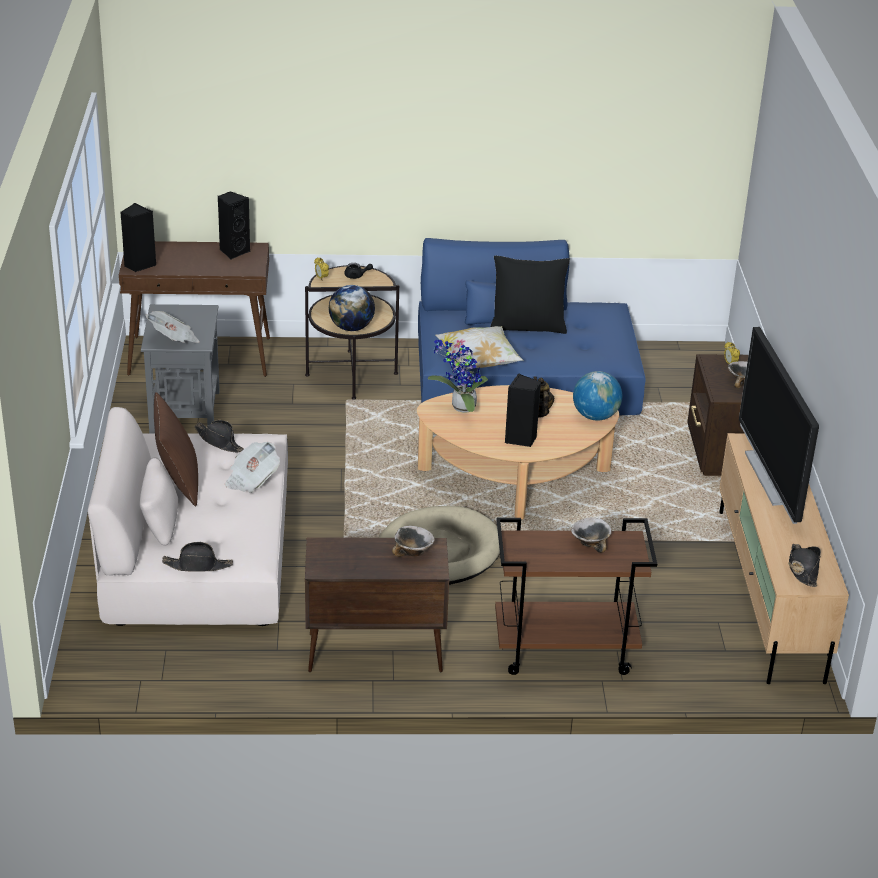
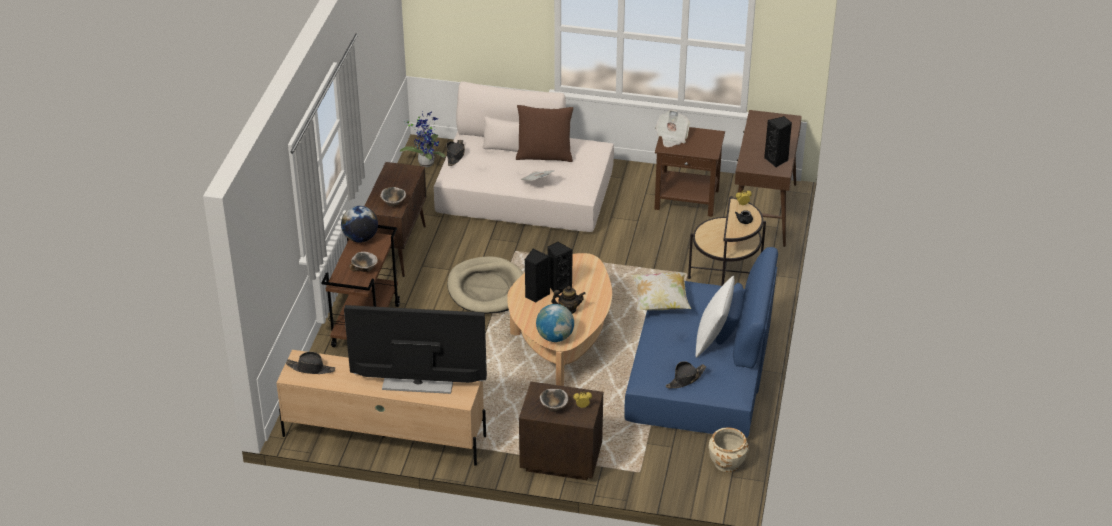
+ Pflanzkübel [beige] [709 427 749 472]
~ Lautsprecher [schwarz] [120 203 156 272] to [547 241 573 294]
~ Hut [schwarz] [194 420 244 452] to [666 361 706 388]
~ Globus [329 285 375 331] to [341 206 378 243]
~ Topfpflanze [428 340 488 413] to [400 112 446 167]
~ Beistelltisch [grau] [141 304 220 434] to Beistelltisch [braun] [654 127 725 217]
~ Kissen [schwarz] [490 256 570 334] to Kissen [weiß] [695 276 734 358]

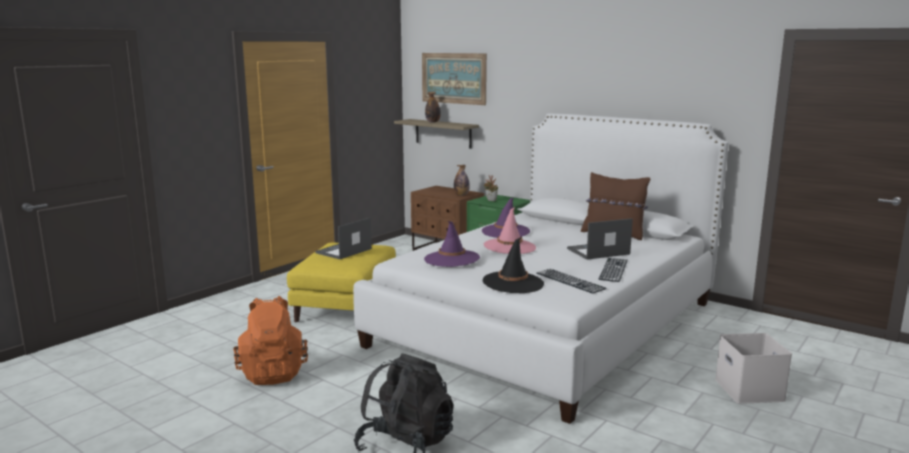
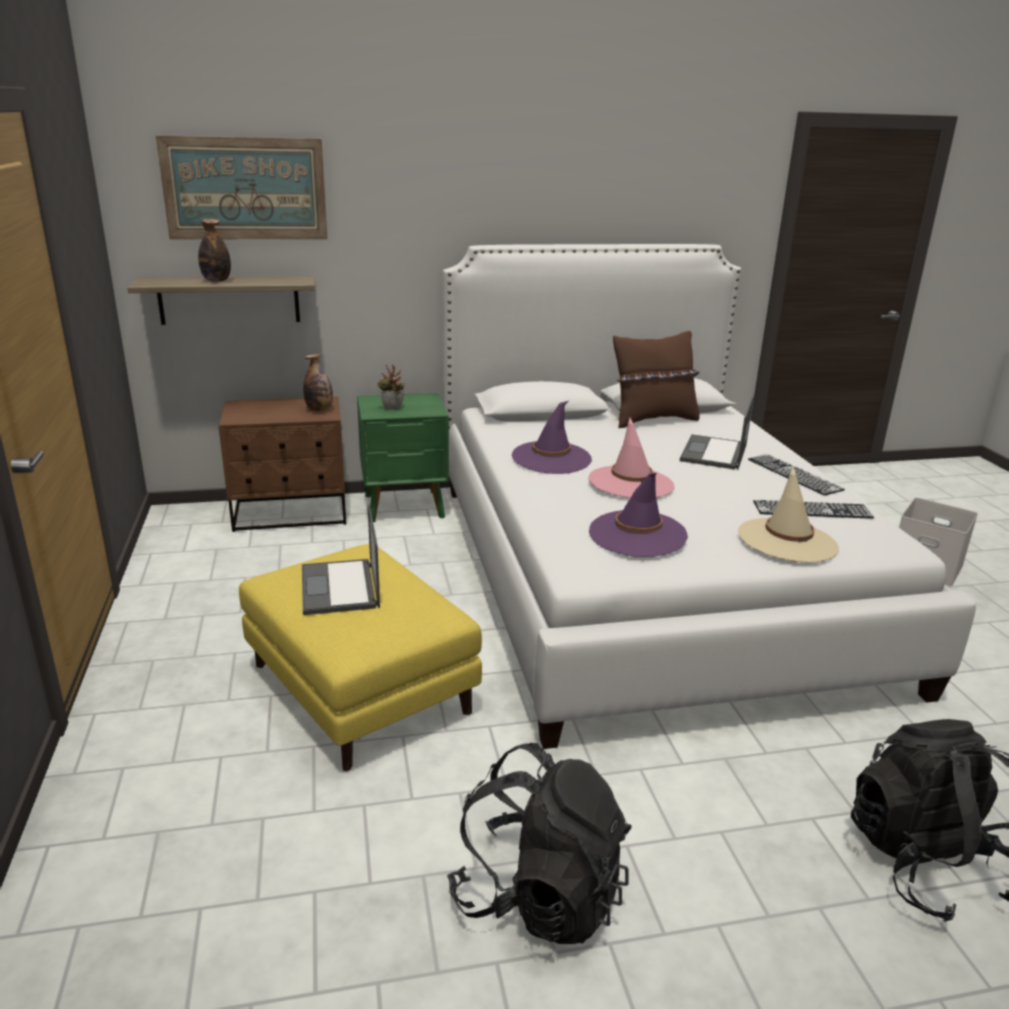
~ Rucksack [orange] [233 296 308 385] to Rucksack [schwarz] [447 743 632 944]
~ Hut [schwarz] [483 237 544 293] to Hut [beige] [738 467 839 563]

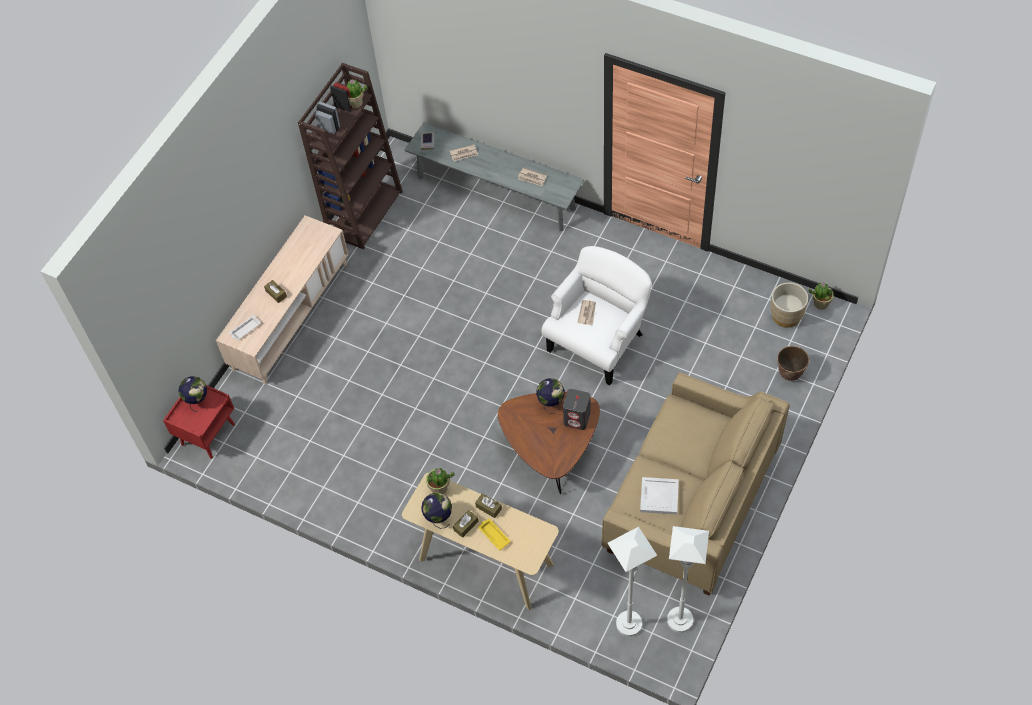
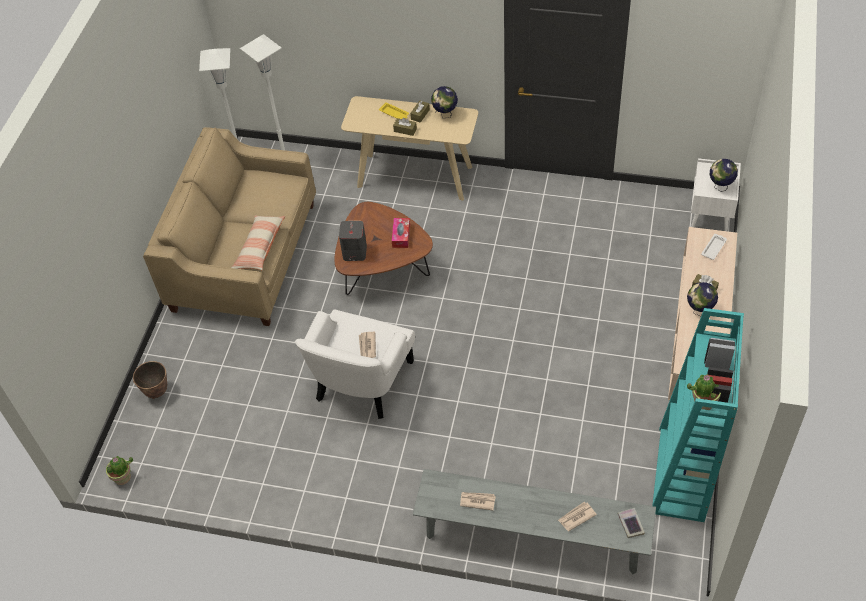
- Topfpflanze [426 468 455 494]
- Tablett [weiß] [640 477 679 515]
- Pflanzkübel [beige] [770 282 808 328]
+ Kissen [231 216 285 270]
+ Taschentuchbox [392 218 410 248]
~ Globus [536 378 565 414] to [687 282 718 316]
~ Nachttisch [rot] [163 385 235 459] to Nachttisch [weiß] [691 158 741 231]
~ Bücherregal [braun] [298 63 403 249] to Bücherregal [türkis] [652 308 744 522]

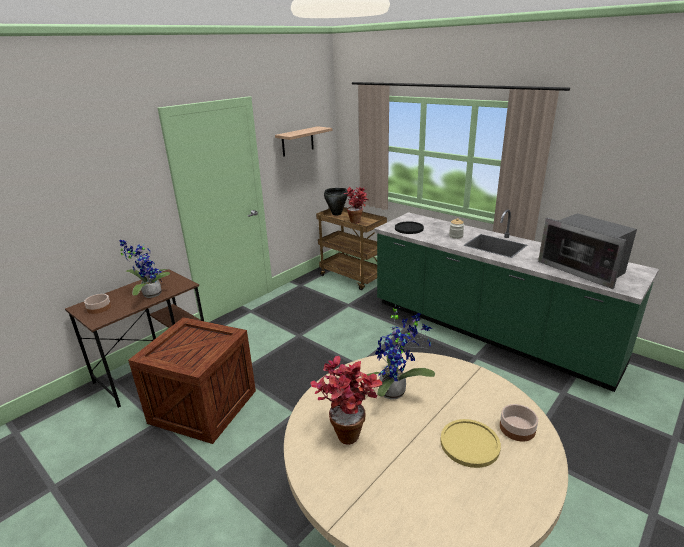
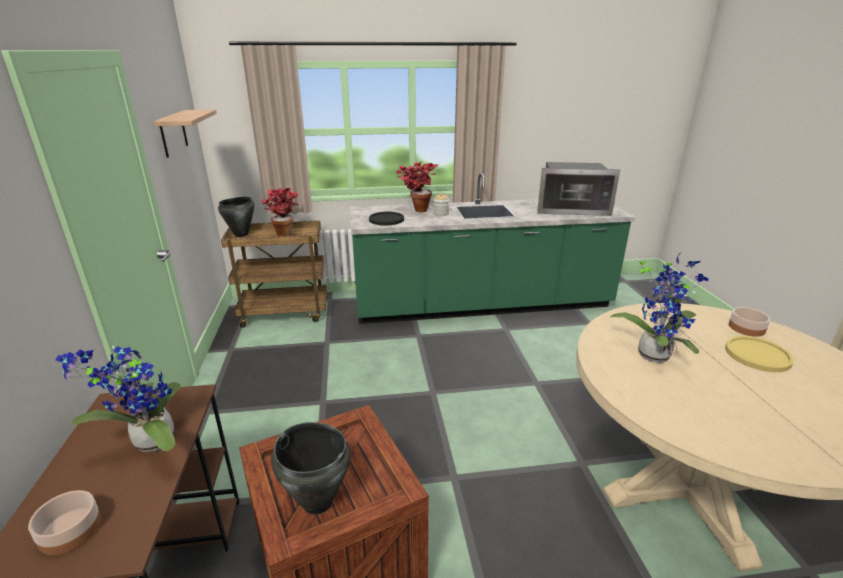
+ Kochtopf [schwarz] [272 422 351 515]
~ Topfpflanze [311 356 382 445] to [396 162 438 212]

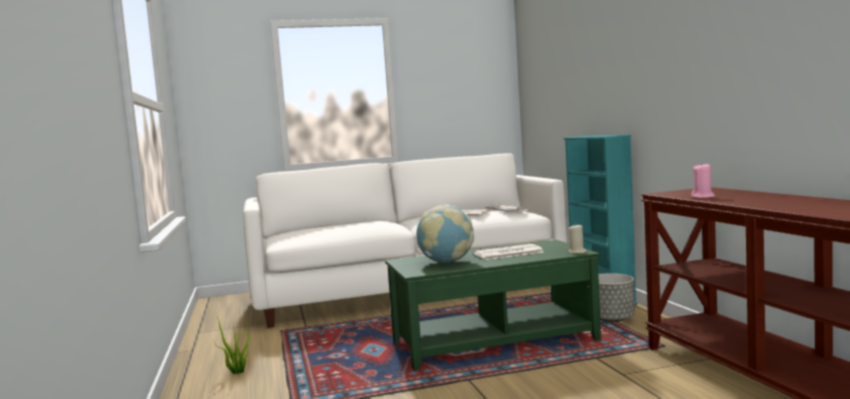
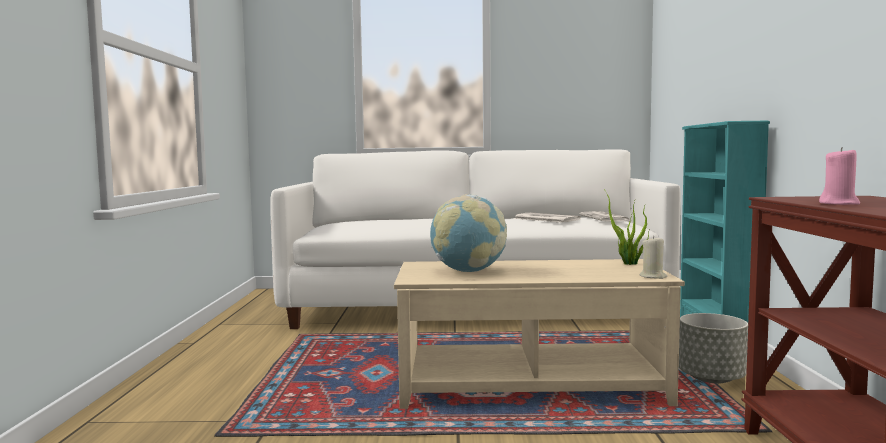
- Zeitung [473 244 543 260]
~ Topfpflanze [213 317 249 374] to [604 189 649 265]
~ Couchtisch [grün] [385 240 601 371] to Couchtisch [beige] [394 259 685 409]

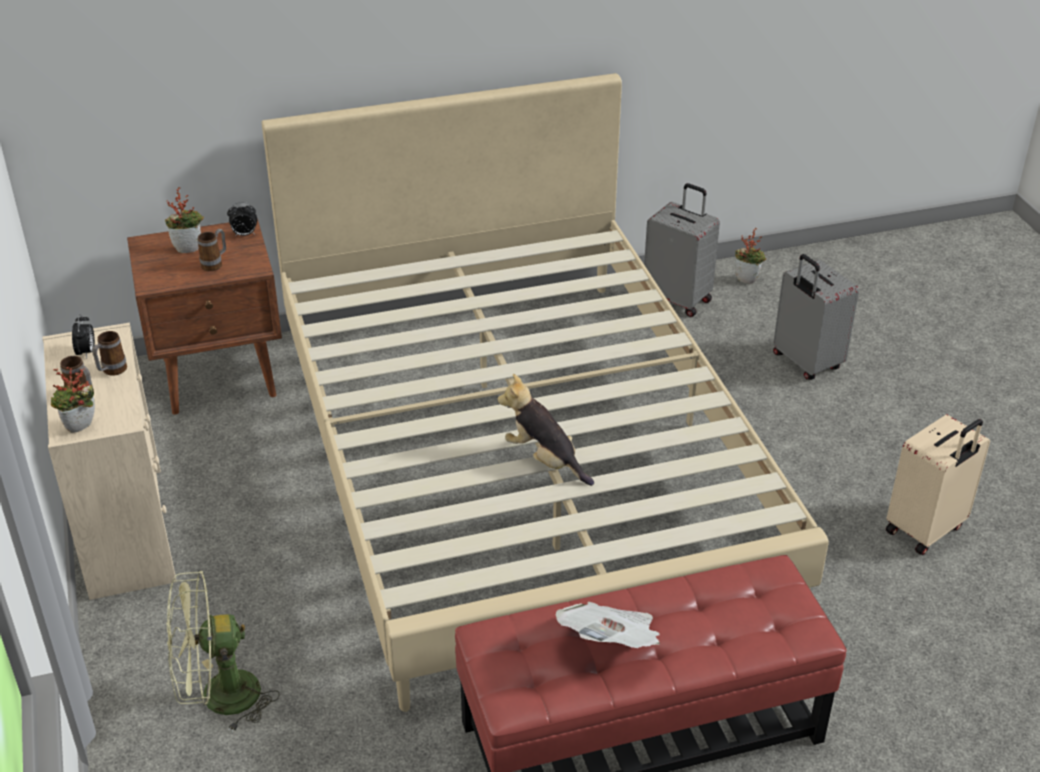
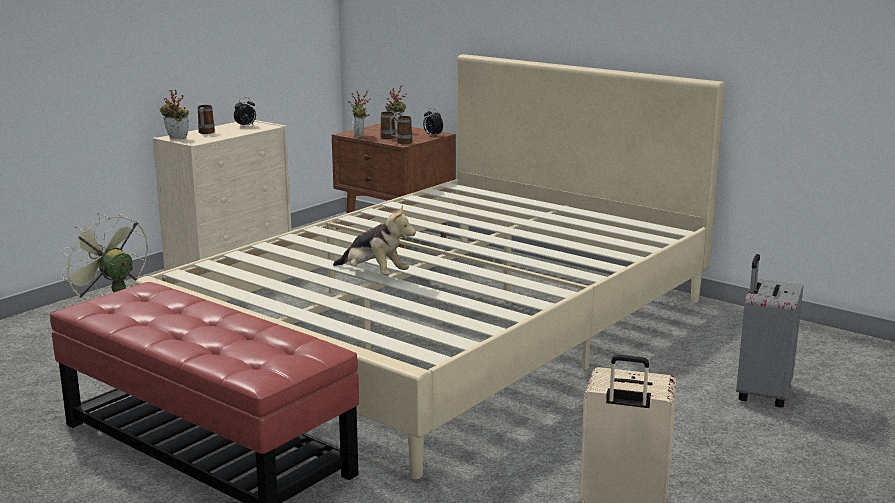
- Zeitung [556 602 660 648]
- Koffer [grau] [644 183 720 317]
~ Henkelbecher [92 331 127 376] to [389 116 412 144]
~ Topfpflanze [735 228 767 284] to [348 90 371 137]
~ Plüschtier [497 374 594 486] = [333 204 416 275] 120 degrees clockwise

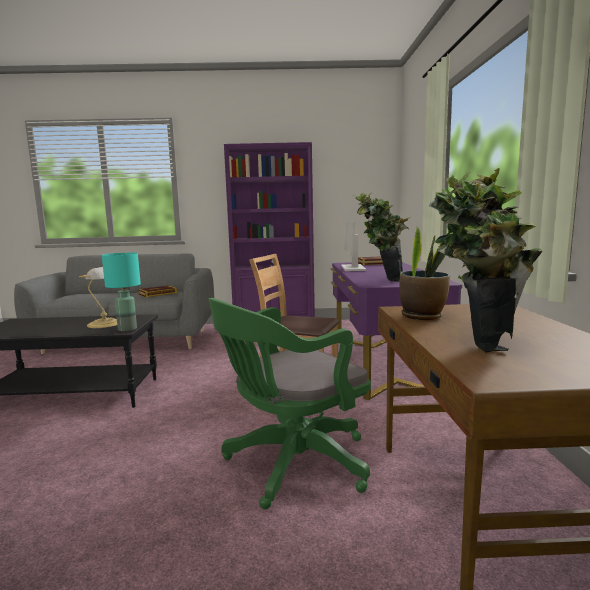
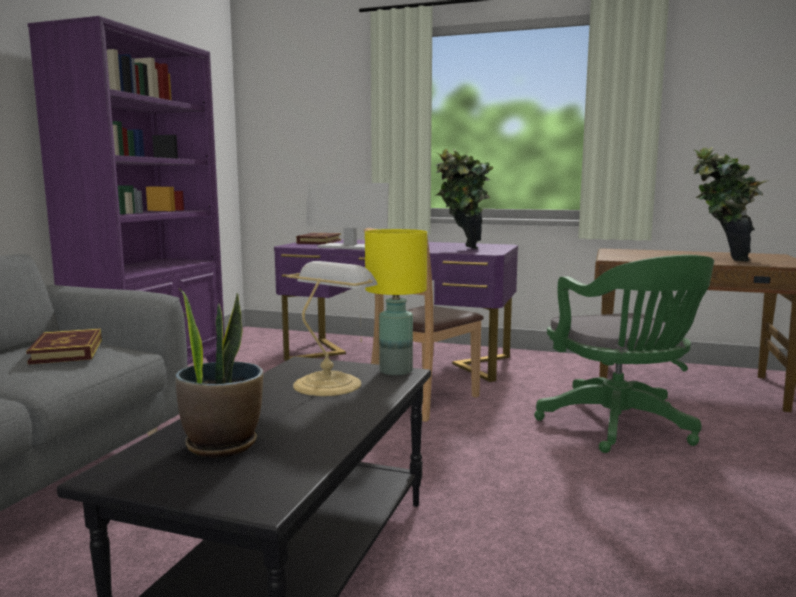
~ Topfpflanze [400 226 450 320] to [176 289 263 458]
~ Tischlampe [türkis] [102 253 141 331] to Tischlampe [gelb] [365 229 427 375]

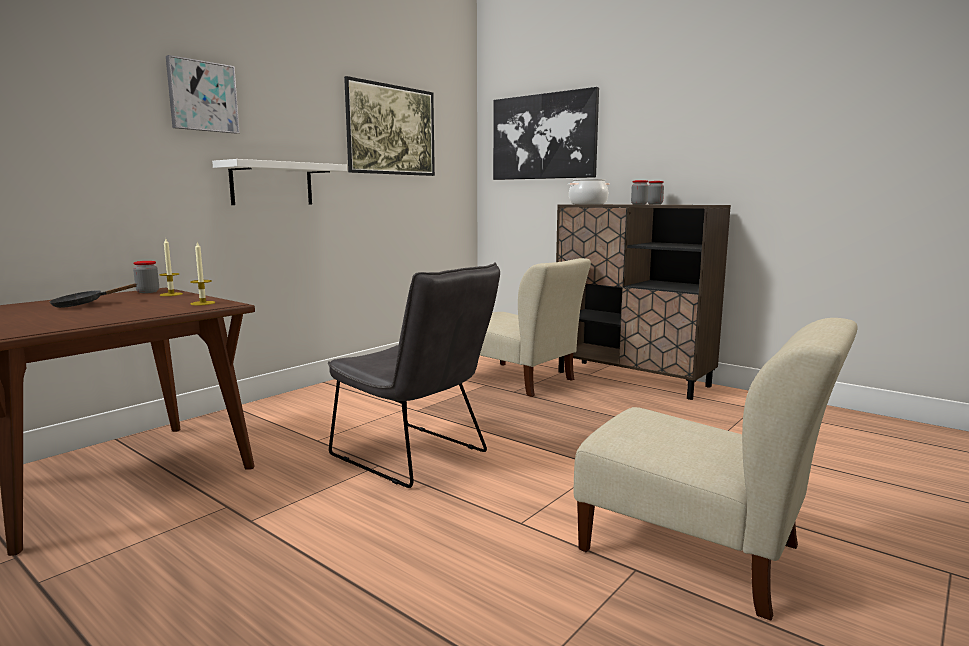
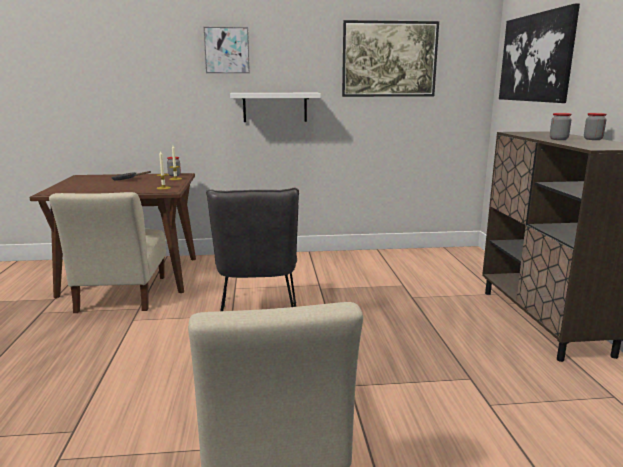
- Kochtopf [568 179 610 204]
~ Stuhl [beige] [480 258 591 397] to [49 192 166 313]

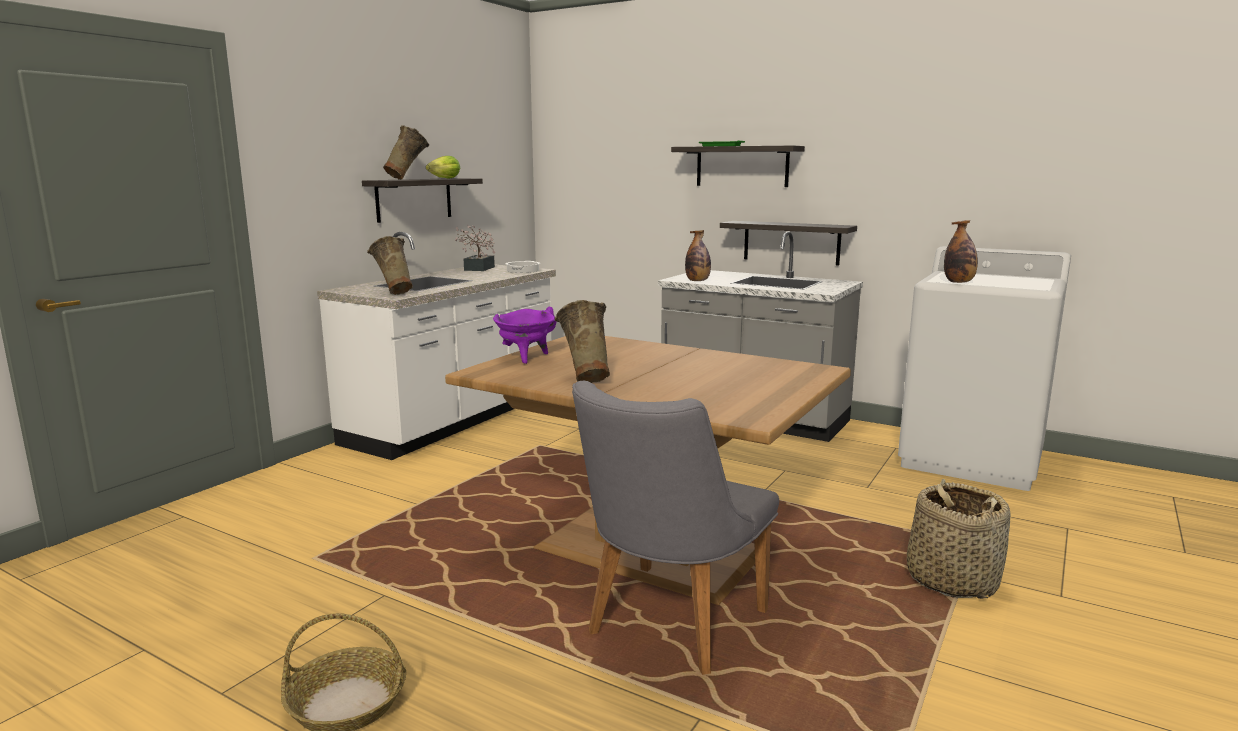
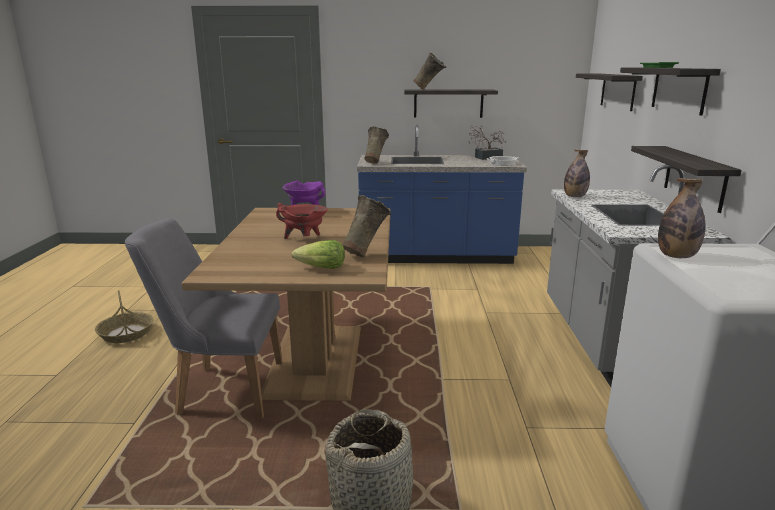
+ Kochtopf [rot] [276 203 328 239]
+ Wandregal [576 74 643 111]
~ Salatkopf [426 156 460 178] to [292 240 345 269]
~ Vase [beige] [555 300 610 383] to [343 195 391 258]
~ Küchenzeile [weiß] [317 232 556 460] to Küchenzeile [blau] [357 125 527 264]

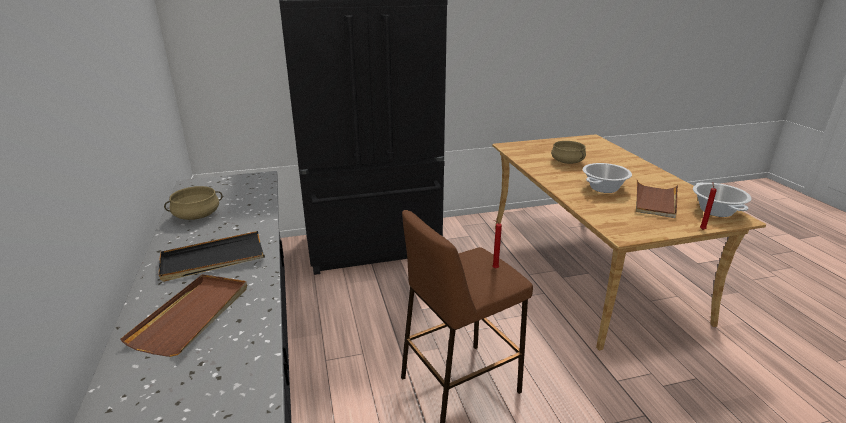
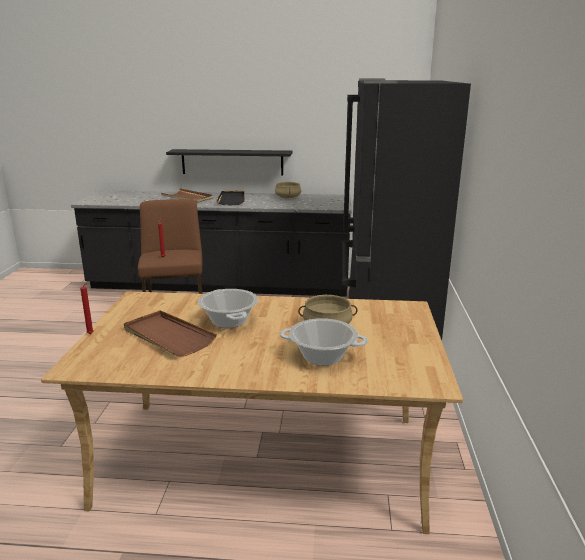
+ Wandregal [schwarz] [166 149 292 176]
~ Kochtopf [693 183 752 217] to [280 318 368 366]

